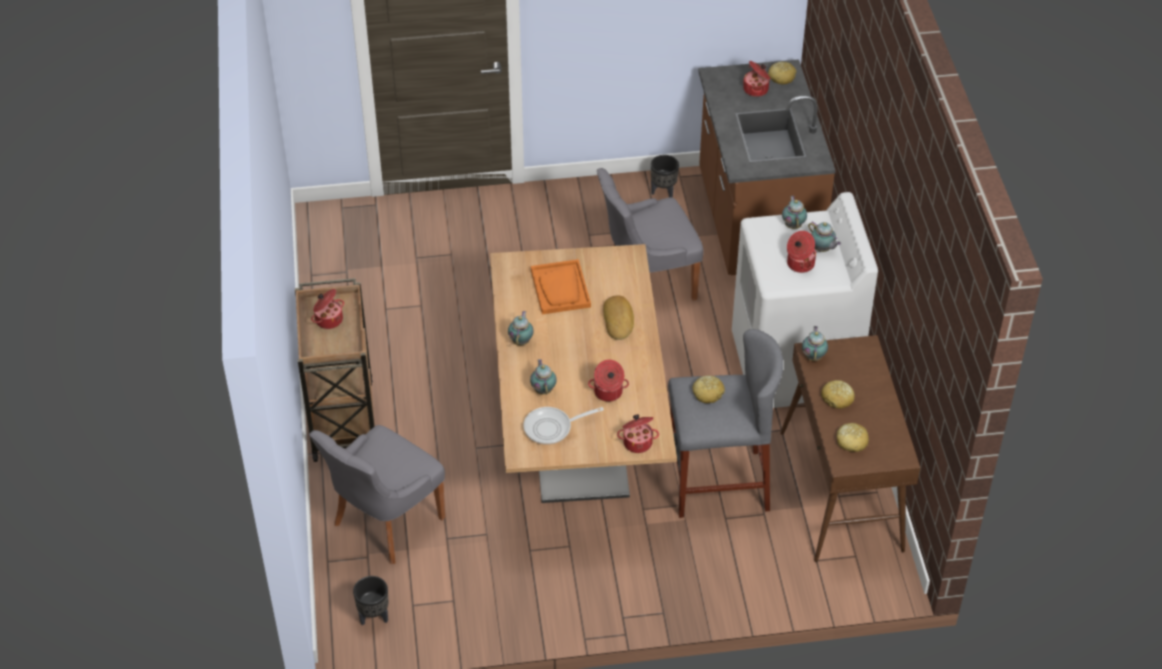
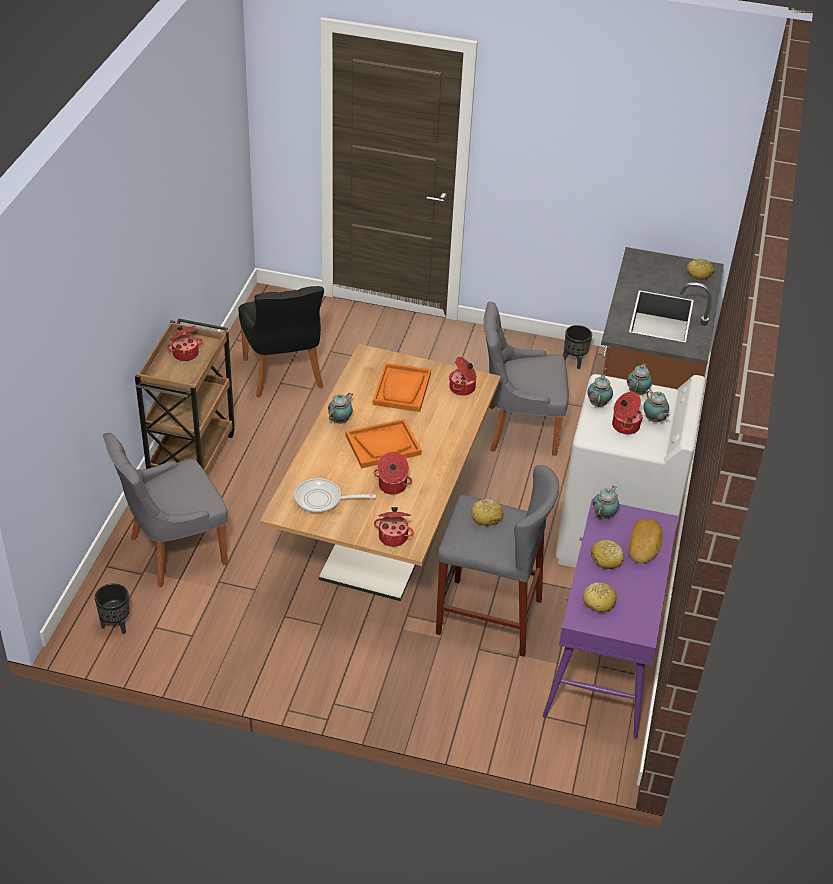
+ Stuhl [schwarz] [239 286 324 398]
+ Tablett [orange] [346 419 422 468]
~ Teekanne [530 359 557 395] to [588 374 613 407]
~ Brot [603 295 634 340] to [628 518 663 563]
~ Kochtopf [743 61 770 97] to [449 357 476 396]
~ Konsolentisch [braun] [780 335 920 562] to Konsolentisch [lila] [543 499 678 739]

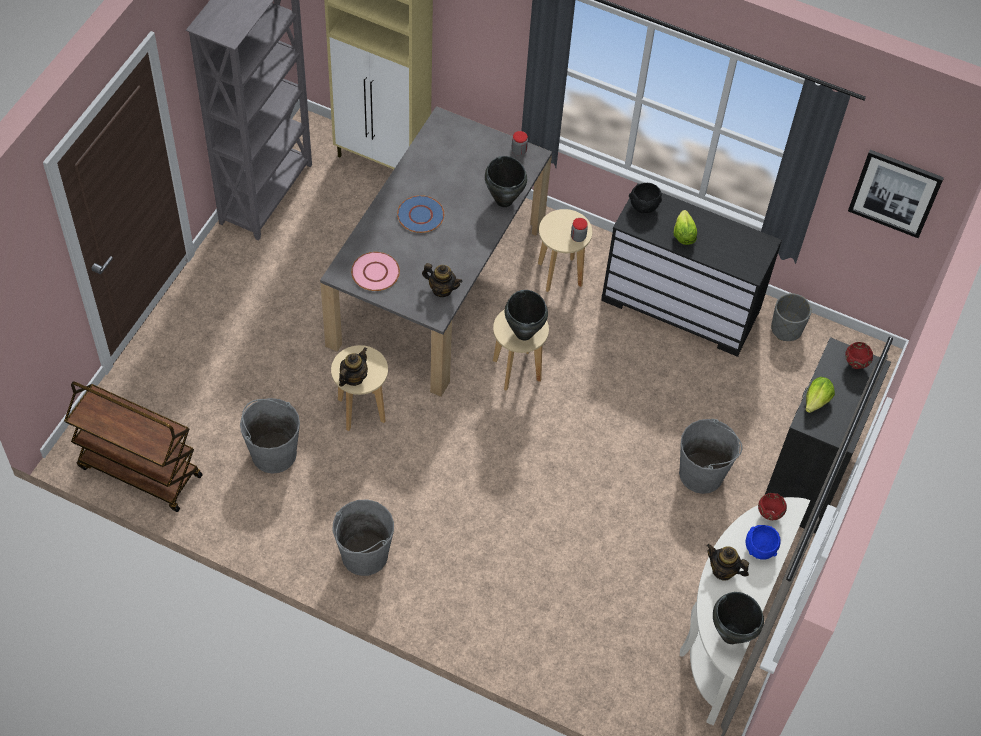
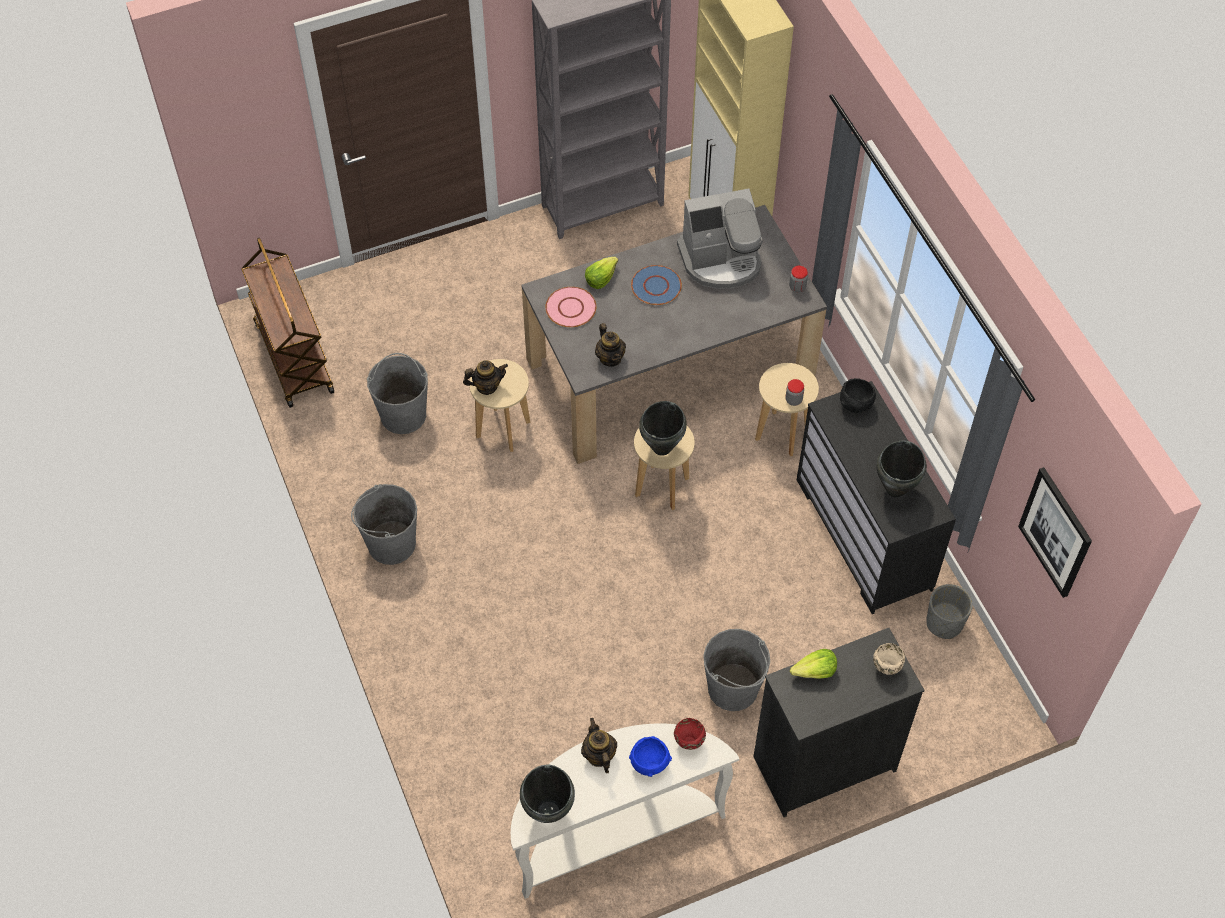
+ Kaffeemaschine [677 189 763 289]
~ Kochtopf [schwarz] [485 156 527 207] to [877 441 927 498]
~ Salatkopf [674 210 697 245] to [585 257 618 289]
~ Schüssel [rot] [845 342 873 369] to Schüssel [beige] [873 643 905 675]

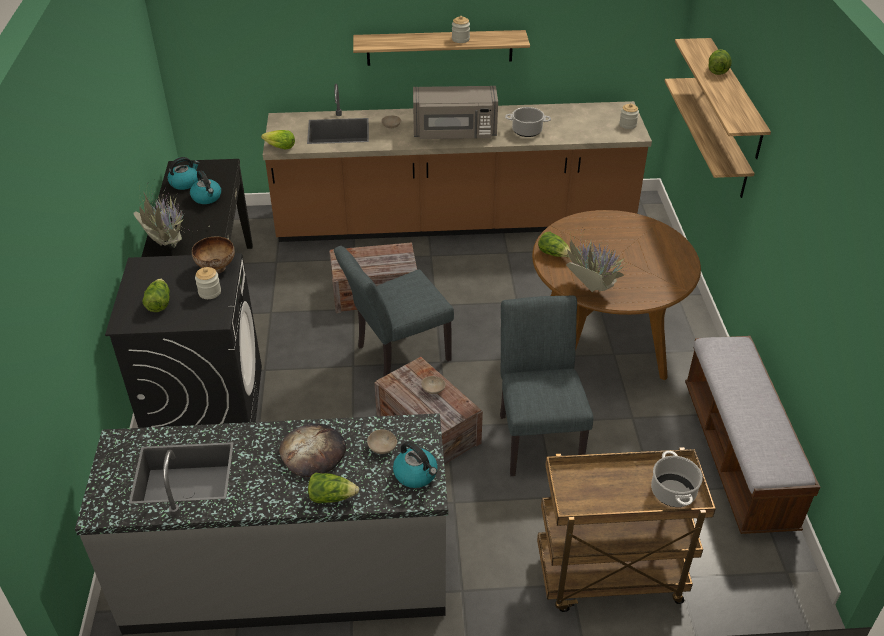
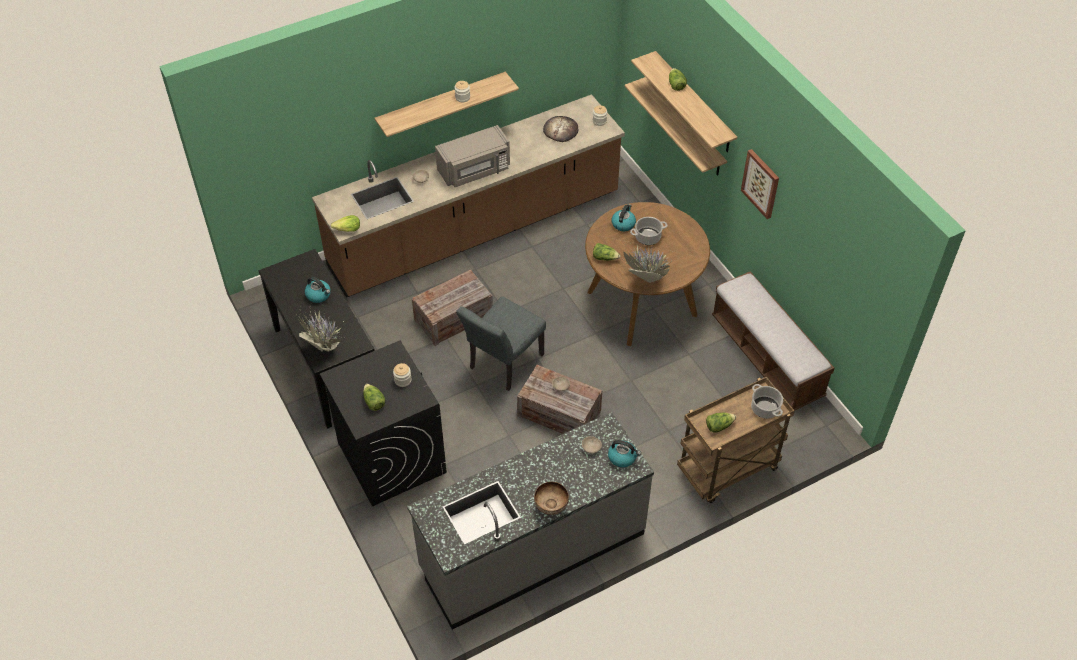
- Stuhl [grau] [500 296 593 476]
+ Bild [741 149 779 219]
~ Wasserkessel [167 157 199 190] to [612 204 636 231]
~ Schüssel [192 237 235 273] to [534 482 569 515]
~ Brot [279 423 346 477] to [543 116 578 142]
~ Salatkopf [308 473 359 503] to [706 413 736 433]
~ Kochtopf [505 107 551 137] to [630 217 667 245]

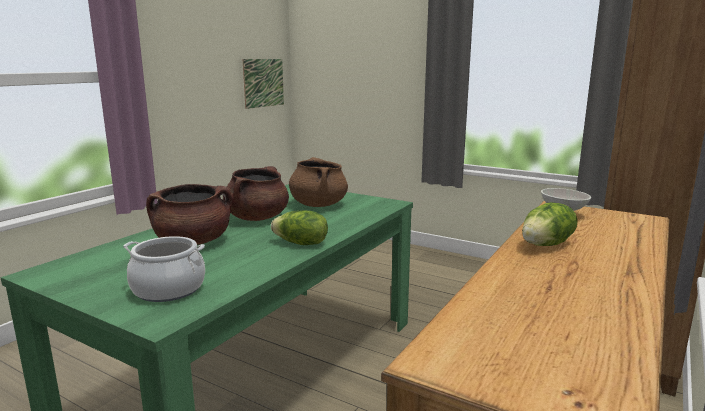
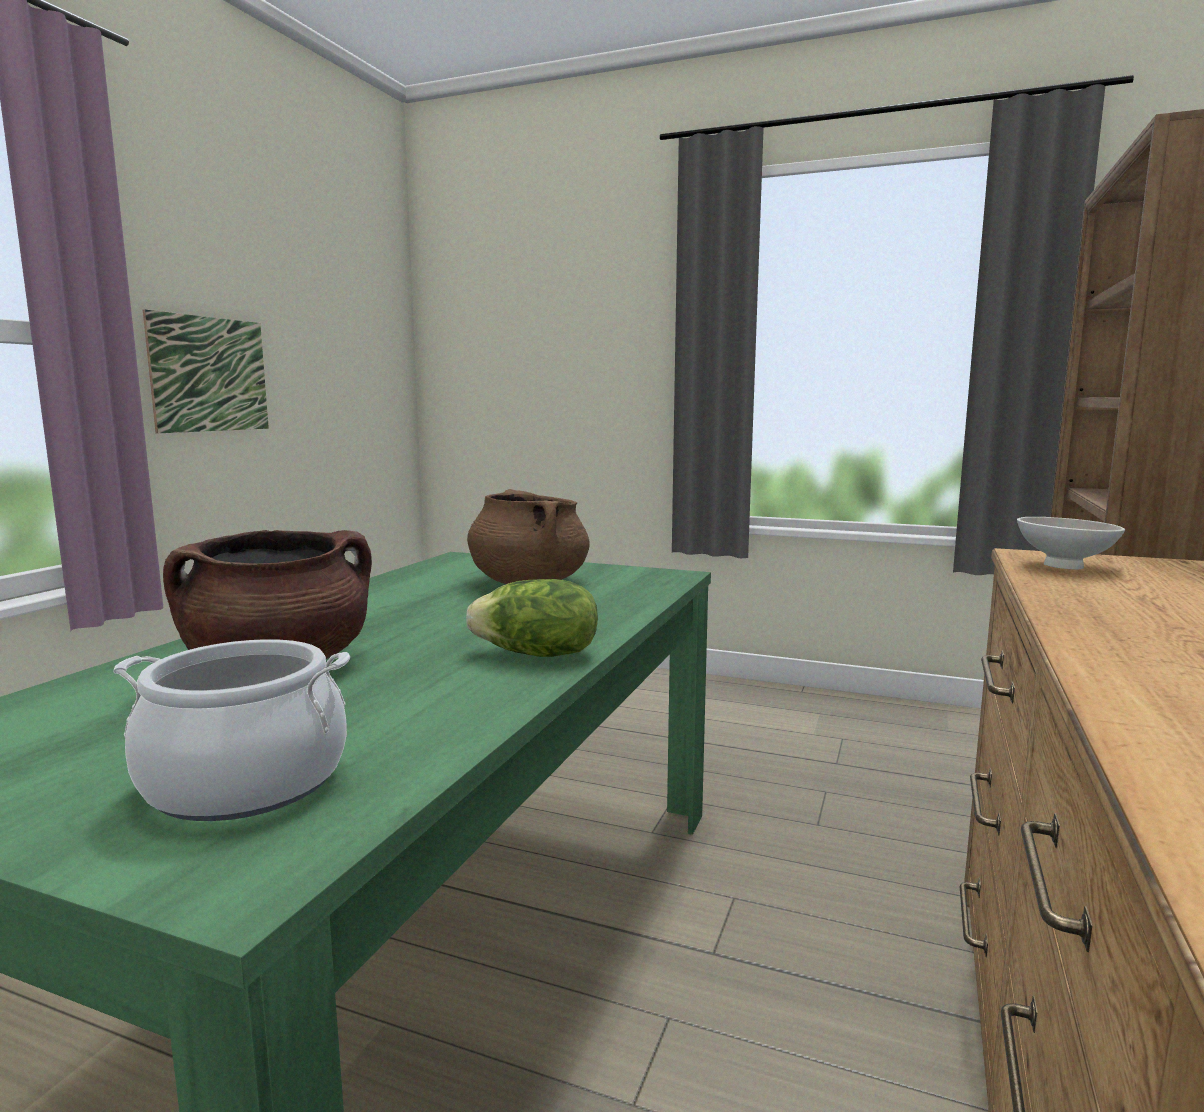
- Kochtopf [braun] [223 166 289 221]
- Salatkopf [522 202 578 246]
~ Bild [243 59 284 109] to [143 309 269 433]

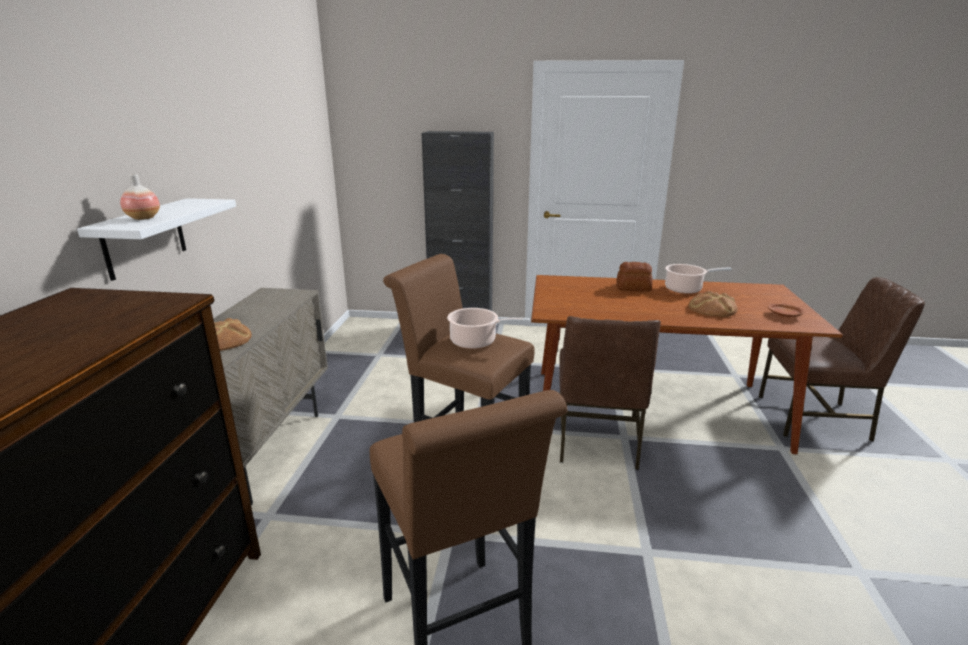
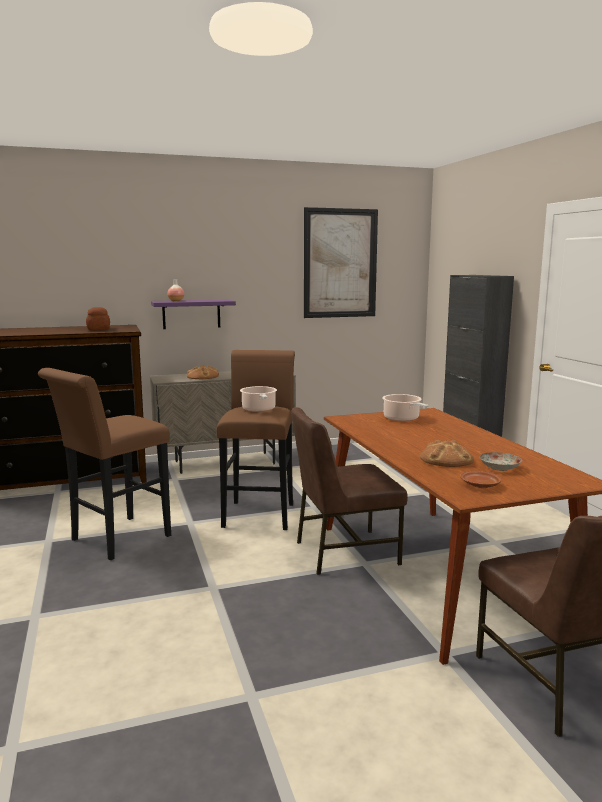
+ Bild [304 207 378 318]
+ Teller [480 452 522 471]
~ Brot [616 262 653 292] to [86 307 110 331]
~ Kochtopf [665 264 732 294] to [382 394 429 422]
~ Wandregal [weiß] [77 198 236 281] to Wandregal [lila] [151 300 236 329]

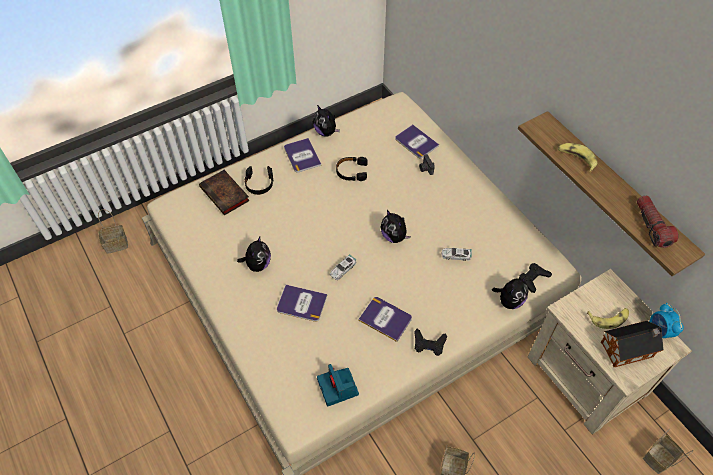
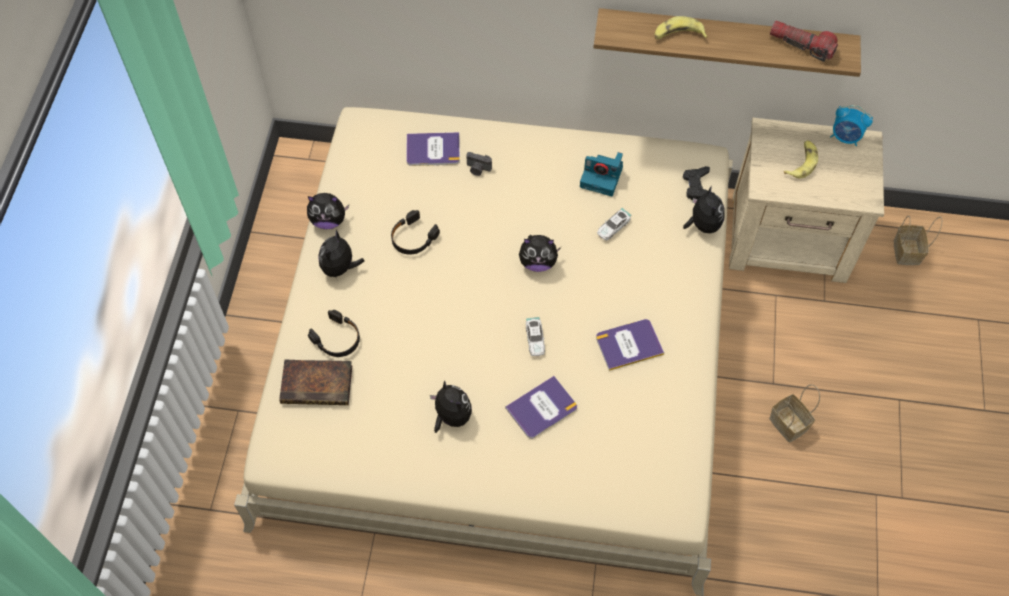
- Korb [98 209 128 254]
- Gamepad [schwarz] [414 329 447 356]
- Spielzeughaus [601 321 664 367]
~ Kamera [317 364 359 406] to [580 152 623 196]
~ Buch [284 138 321 173] to Plüschtier [319 230 365 282]

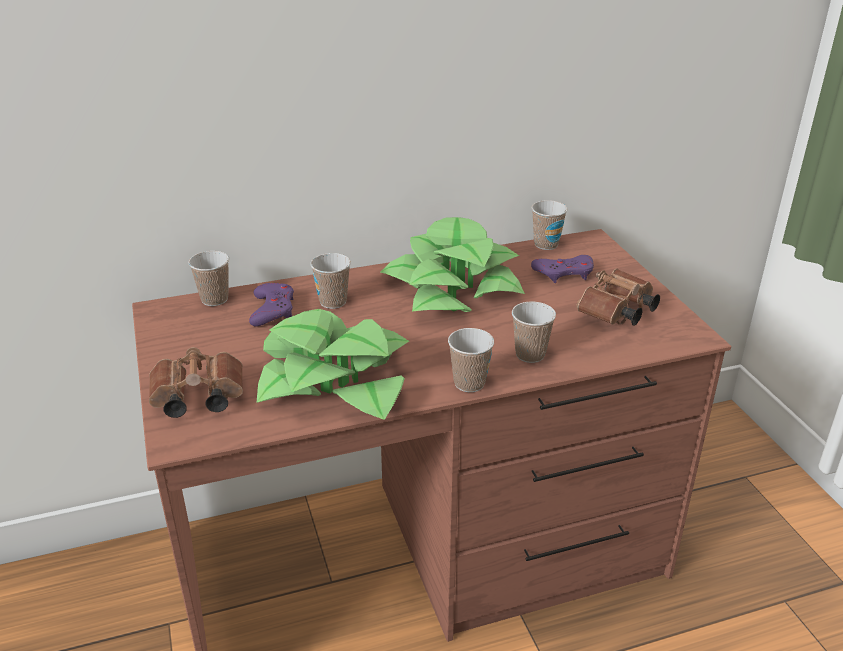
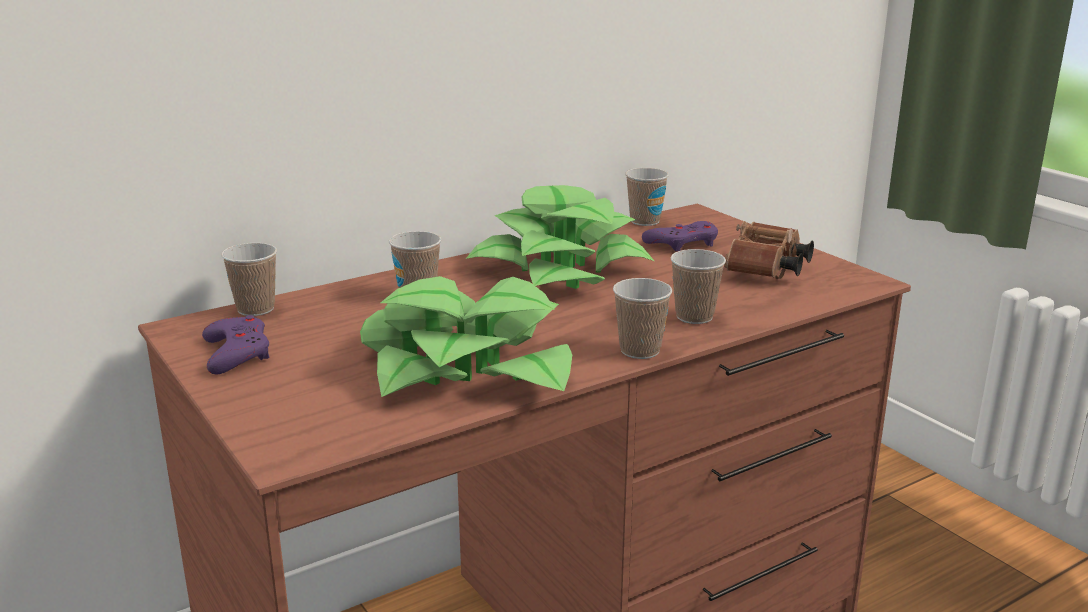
- Fernglas [braun] [149 347 243 418]
~ Gamepad [lila] [249 283 294 327] to [202 315 269 374]

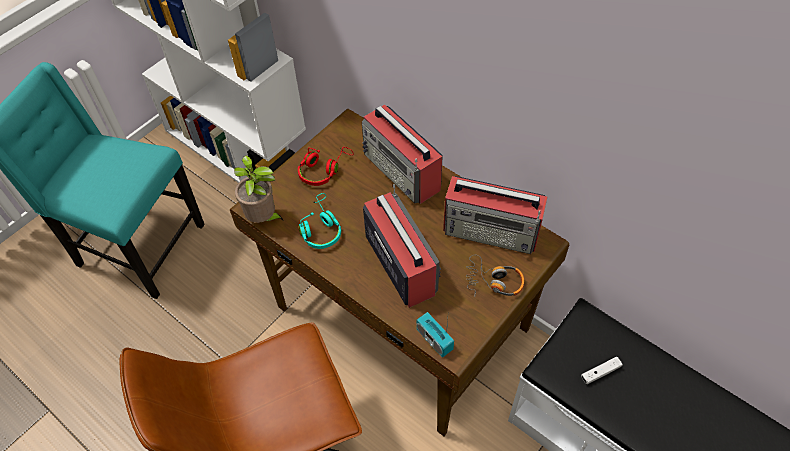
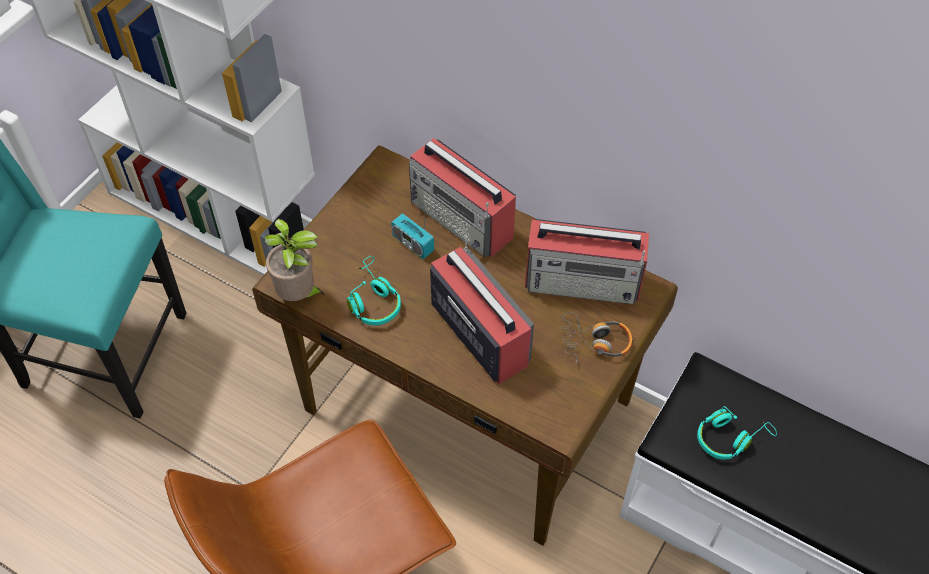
- Kopfhörer [rot] [298 147 354 186]
~ Radio [416 312 454 357] to [391 201 434 259]
~ Gamepad [weiß] [581 356 623 384] to Kopfhörer [türkis] [697 406 777 459]

